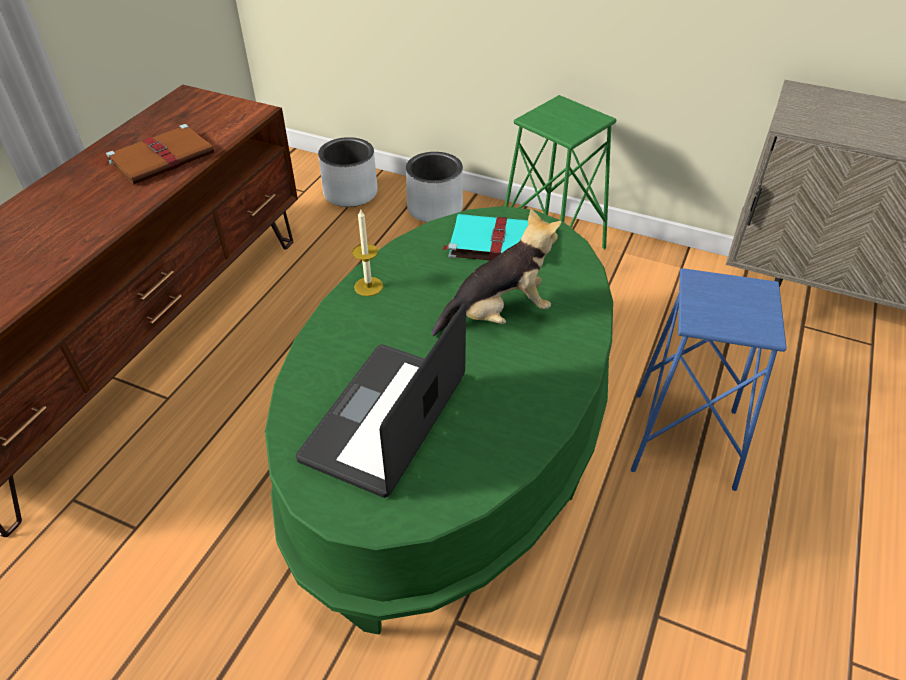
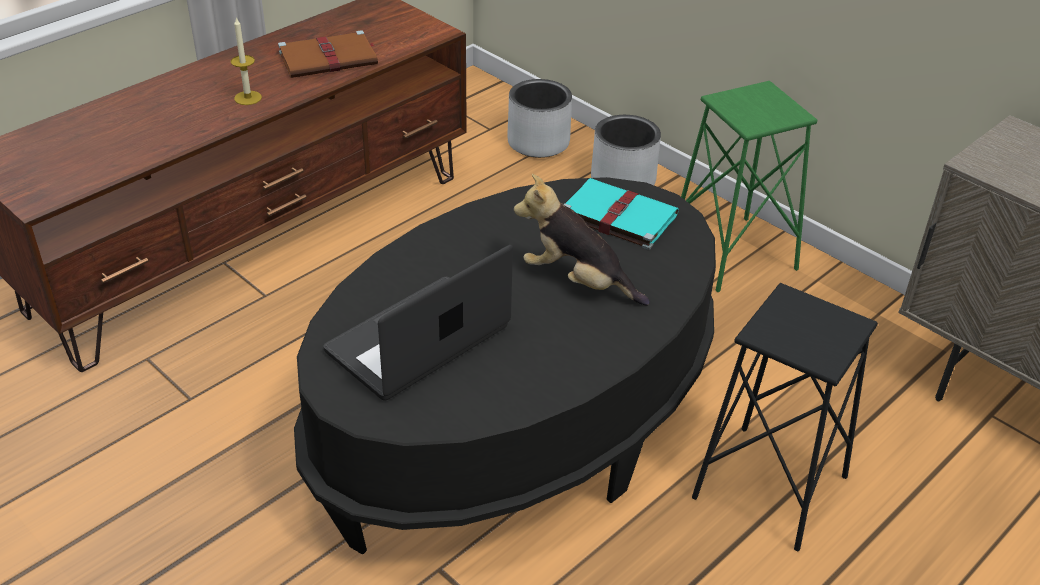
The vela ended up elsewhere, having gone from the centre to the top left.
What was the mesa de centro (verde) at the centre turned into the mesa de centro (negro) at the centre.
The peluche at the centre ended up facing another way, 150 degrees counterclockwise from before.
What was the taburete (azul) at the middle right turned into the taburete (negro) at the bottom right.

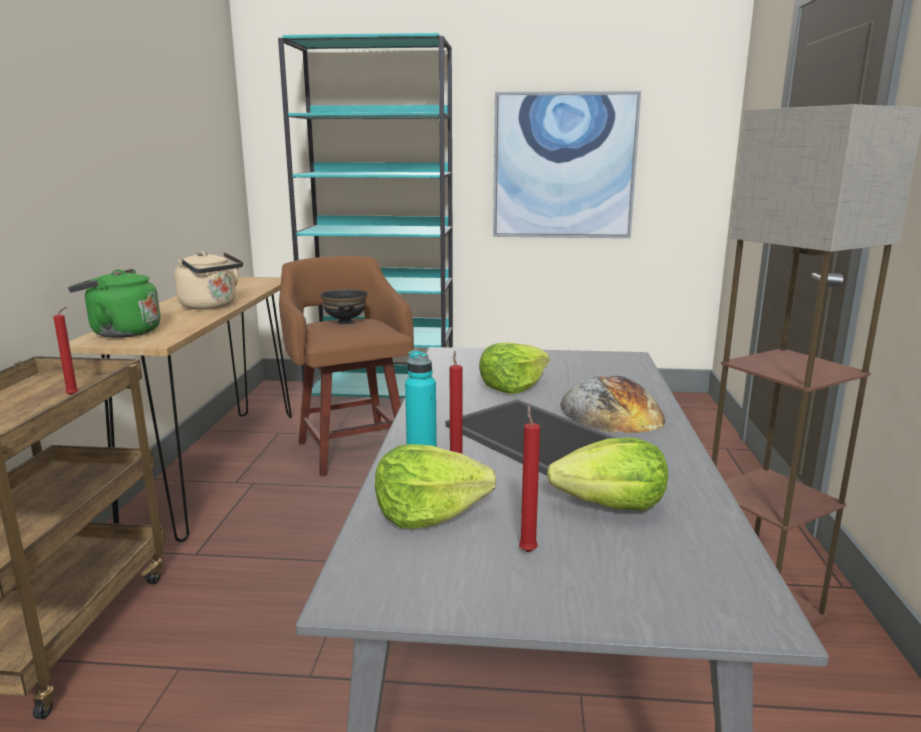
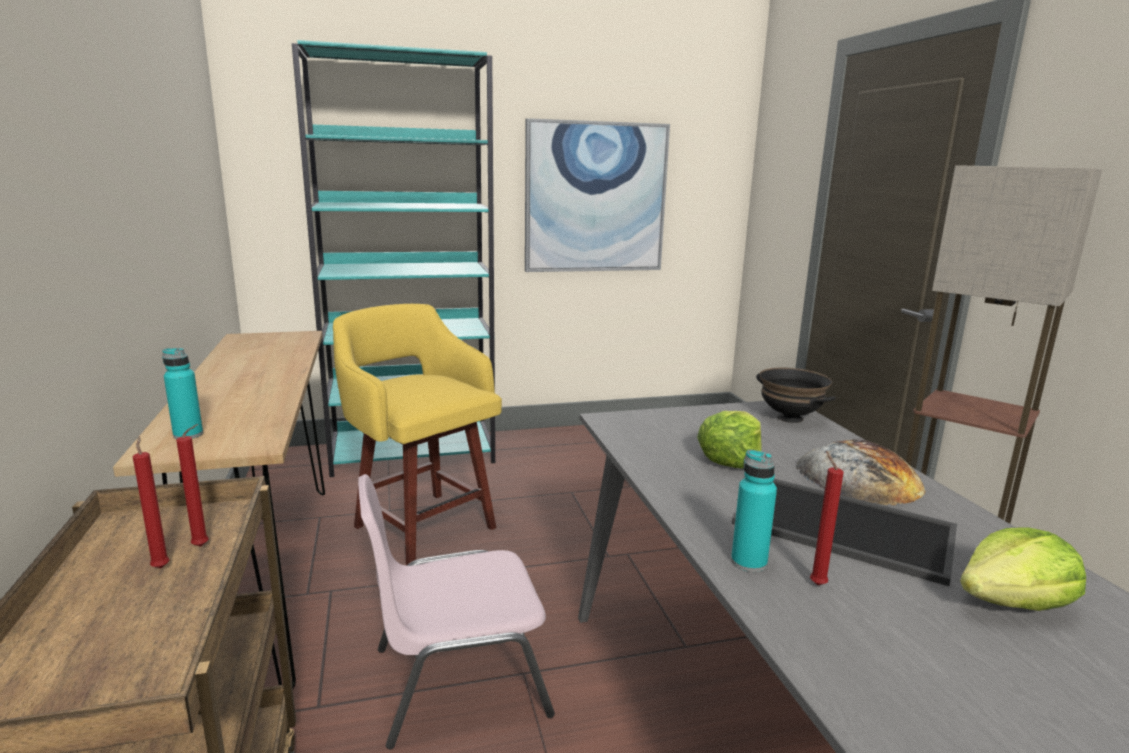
The vela (rojo) (no. 3 from left in the first image) ended up elsewhere, having gone from the centre to the bottom left.
Where the hervidor (verde) stood at the middle left, the botella (turquesa) (no. 1 from left) came to stand at the middle left.
What was the taburete (marrón) at the centre turned into the taburete (amarillo) at the centre.
The second view gained the silla (rosa) at the bottom centre.
The cuenco (negro) ended up elsewhere, having gone from the centre to the middle right.
The second view lost the hervidor (beis) at the middle left.
The second view lost the lechuga (no. 1 from left) at the centre.

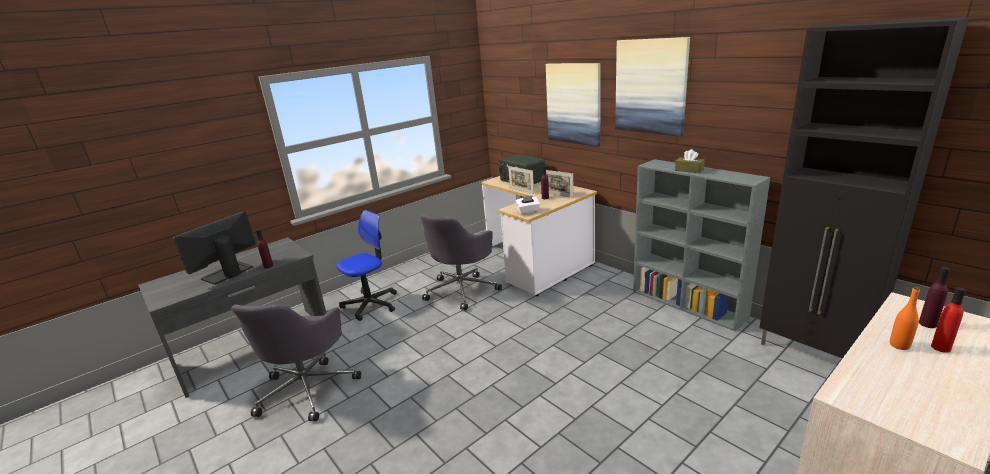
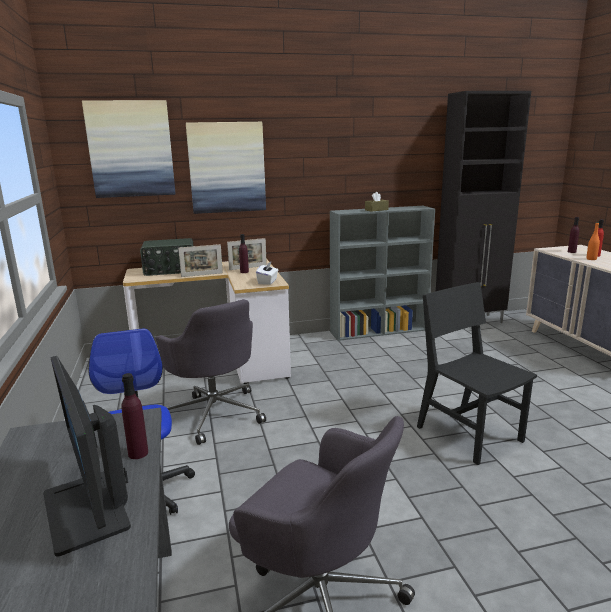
The cuadro (no. 2 from left in the first image) ended up elsewhere, having gone from the top centre to the top left.
The second view gained the silla (negro) at the middle right.

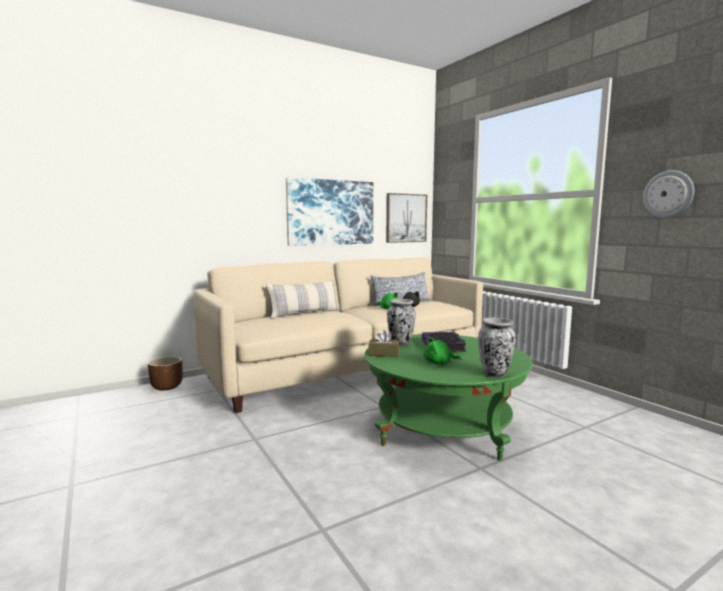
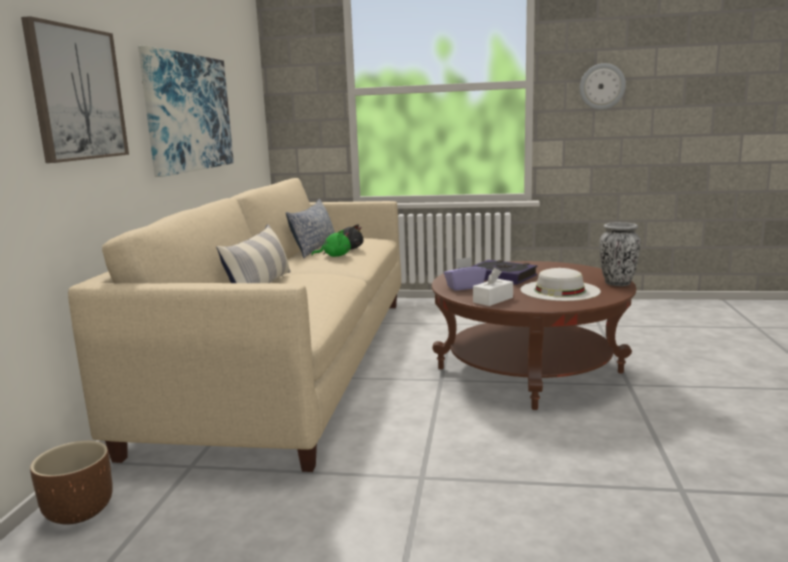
The cuadro (no. 2 from left in the first image) ended up elsewhere, having gone from the centre to the top left.
What was the mesa de centro (verde) at the bottom centre turned into the mesa de centro (marrón) at the middle right.
Where the florero (no. 1 from left) stood at the centre, the caja de pañuelos (morado) came to stand at the centre.
What was the caja de pañuelos (marrón) at the centre turned into the caja de pañuelos (blanco) at the centre.
Where the peluche (verde) (no. 2 from left) stood at the centre, the sombrero (blanco) came to stand at the middle right.

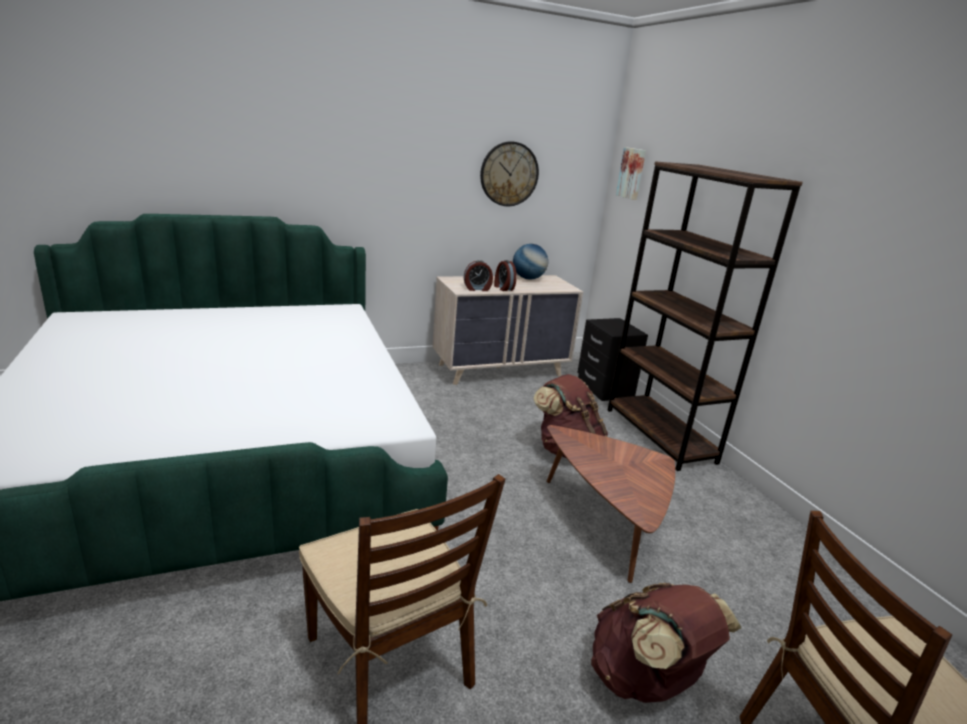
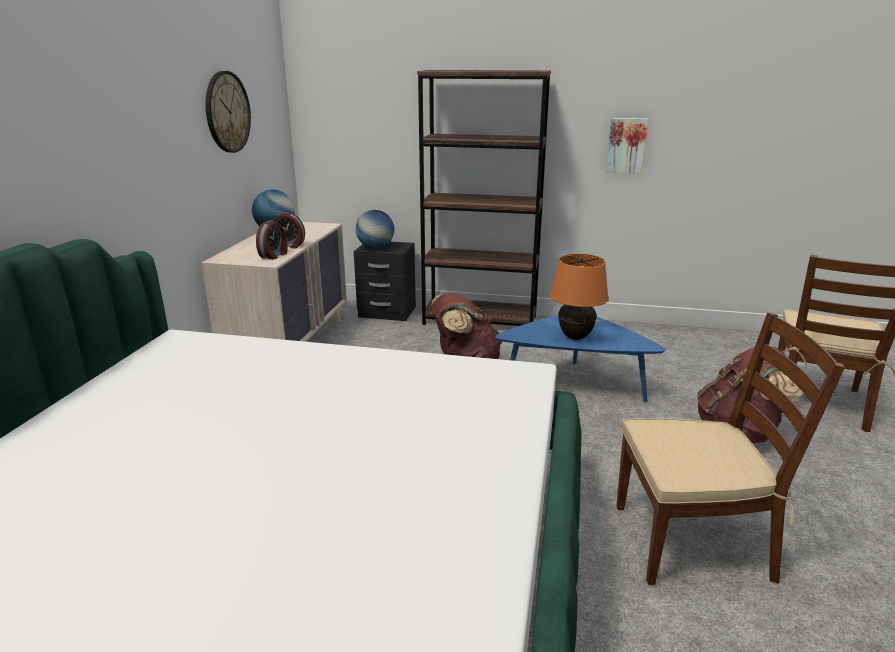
The second view gained the globo terráqueo (no. 2 from left) at the centre.
What was the mesa de centro (marrón) at the bottom centre turned into the mesa de centro (azul) at the centre.
The second view gained the lámpara de mesa (naranja) at the centre.
The cuadro ended up elsewhere, having gone from the top centre to the top right.

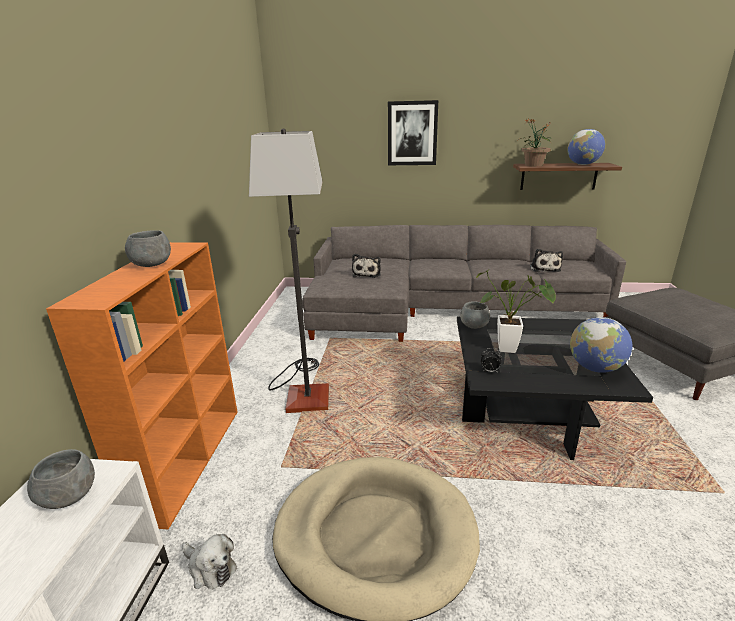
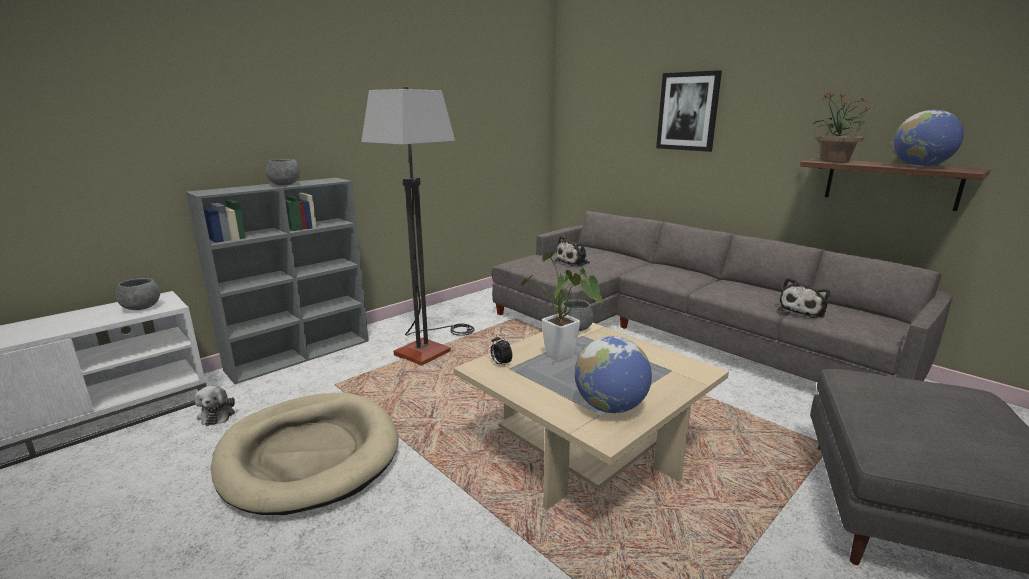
What was the estantería (naranja) at the middle left turned into the estantería (gris) at the middle left.
What was the mesa de centro (negro) at the middle right turned into the mesa de centro (beis) at the bottom centre.

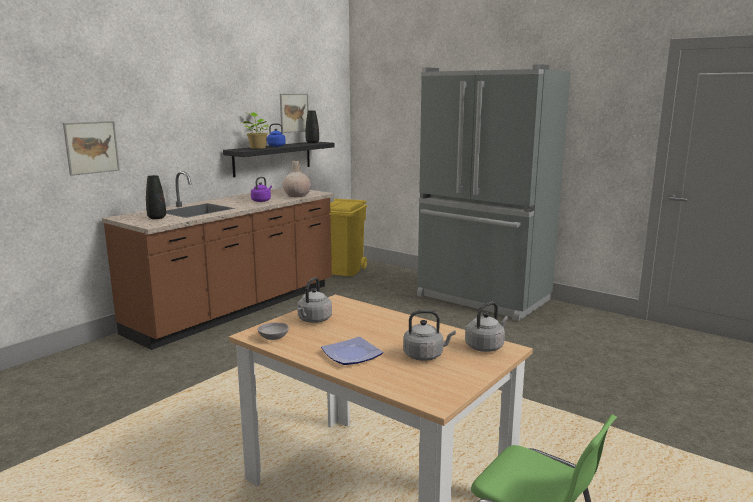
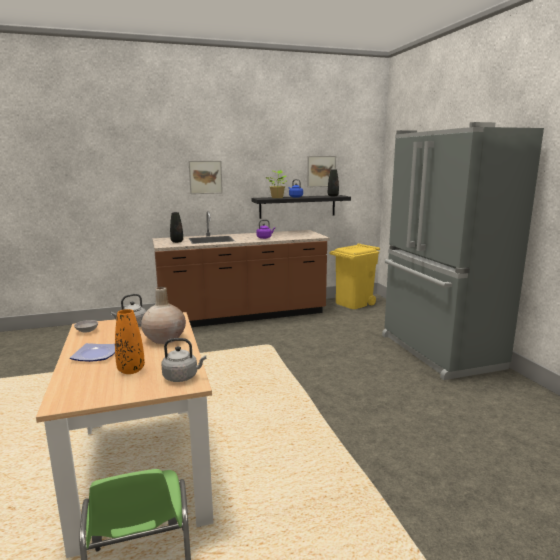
Where the hervidor (gris) (no. 2 from left) stood at the bottom centre, the florero (naranja) came to stand at the middle left.
The florero (beis) ended up elsewhere, having gone from the centre to the middle left.
The cuadro (no. 1 from left) ended up elsewhere, having gone from the top left to the top centre.

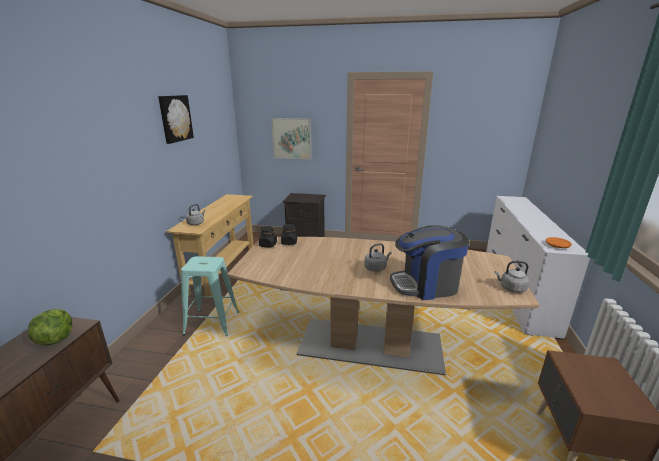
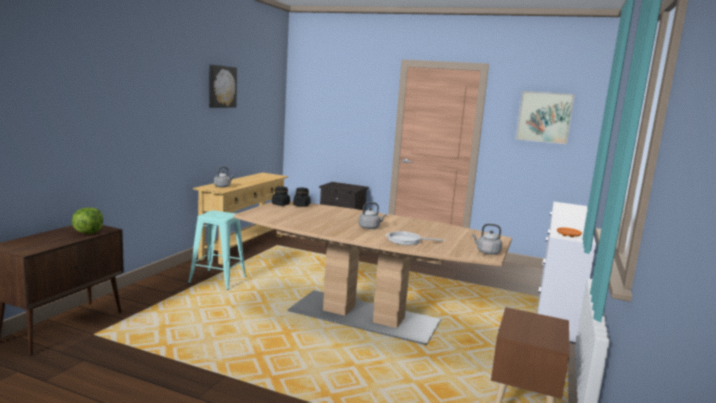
Where the cafetera stood at the centre, the sartén came to stand at the centre.
The cuadro (no. 2 from left) ended up elsewhere, having gone from the top centre to the top right.

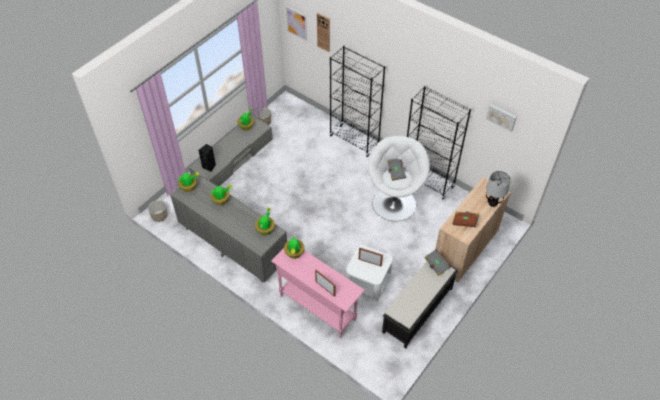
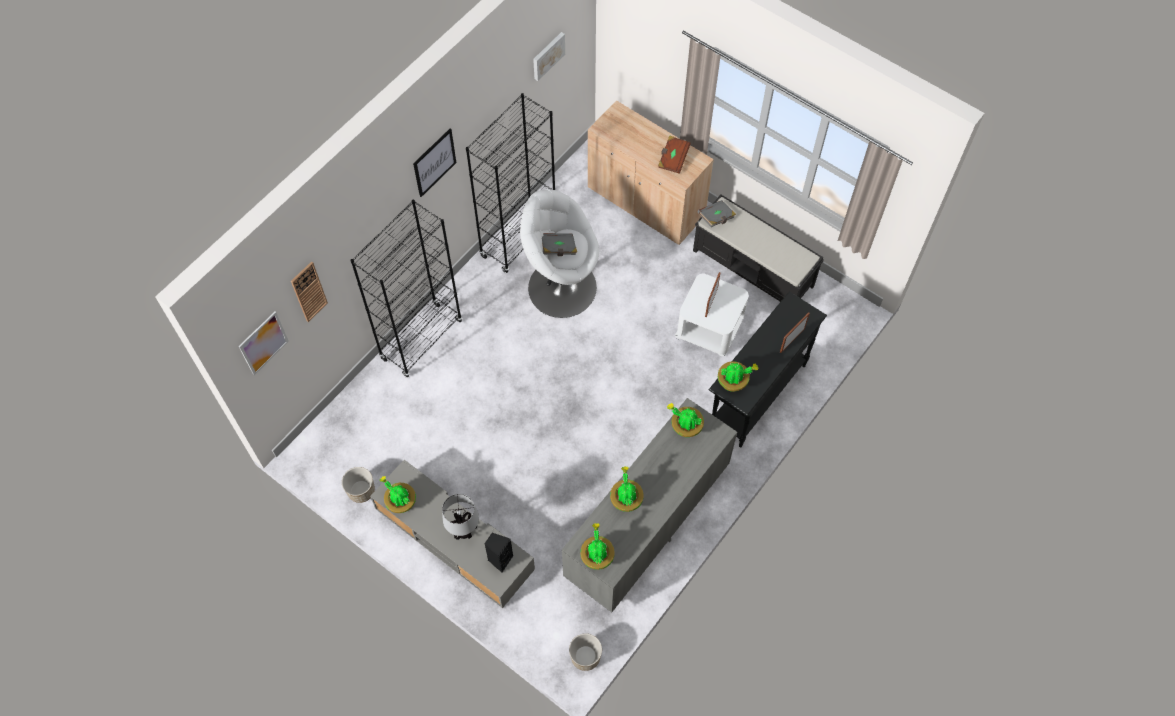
The second view gained the cuadro (no. 2 from left) at the top centre.
The lámpara de mesa ended up elsewhere, having gone from the middle right to the bottom centre.
What was the mesa consola (rosa) at the bottom centre turned into the mesa consola (negro) at the centre.

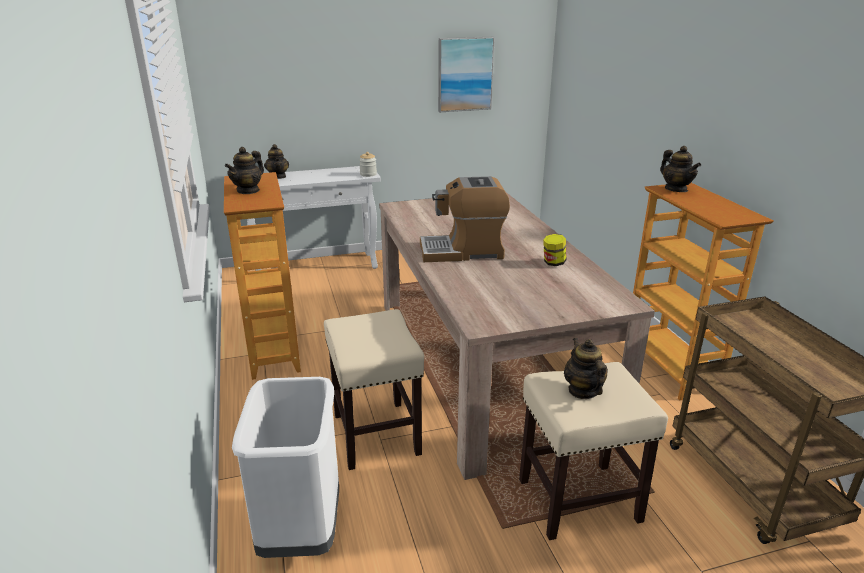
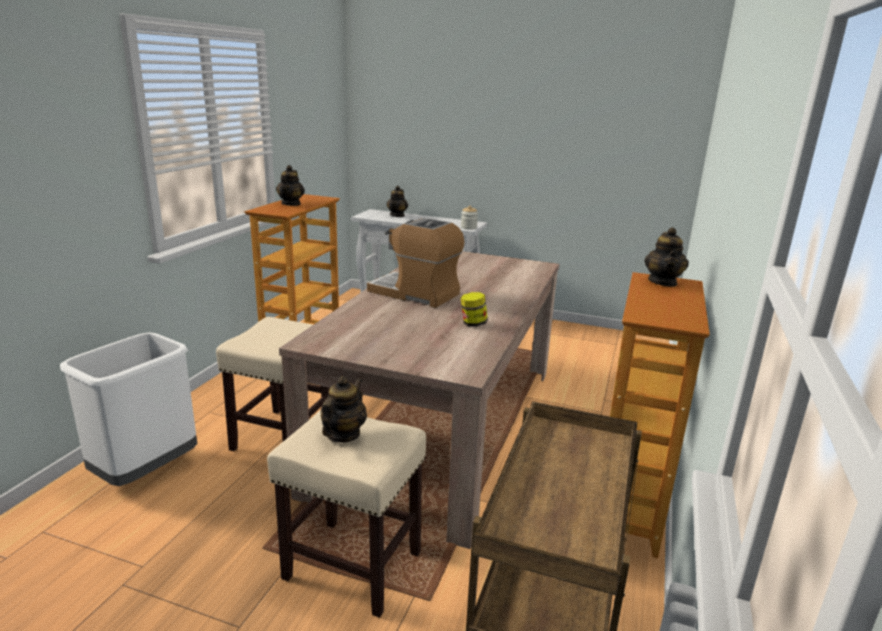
The tetera (no. 1 from left) at the top left ended up facing another way, 60 degrees counterclockwise from before.
The second view lost the cuadro at the top centre.

